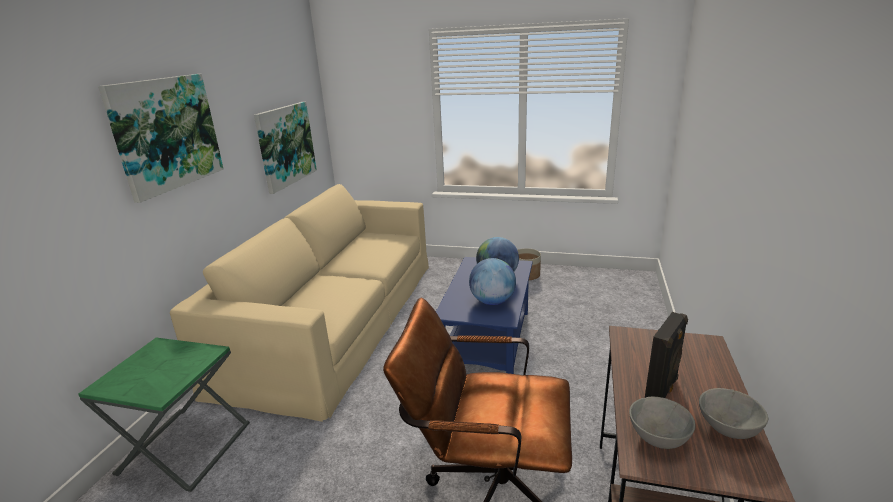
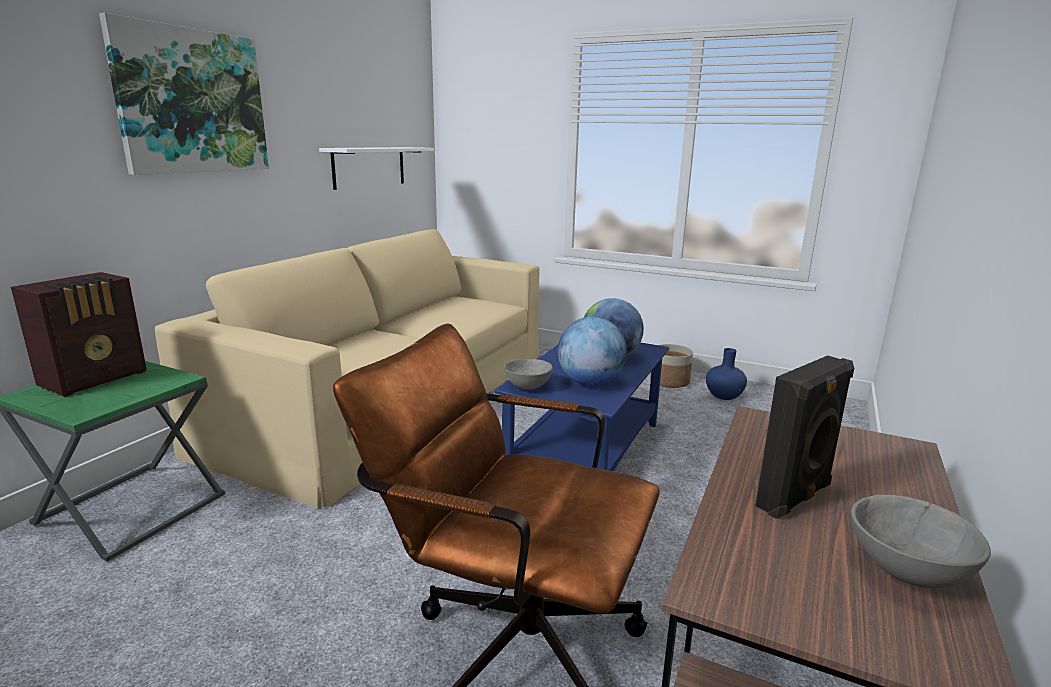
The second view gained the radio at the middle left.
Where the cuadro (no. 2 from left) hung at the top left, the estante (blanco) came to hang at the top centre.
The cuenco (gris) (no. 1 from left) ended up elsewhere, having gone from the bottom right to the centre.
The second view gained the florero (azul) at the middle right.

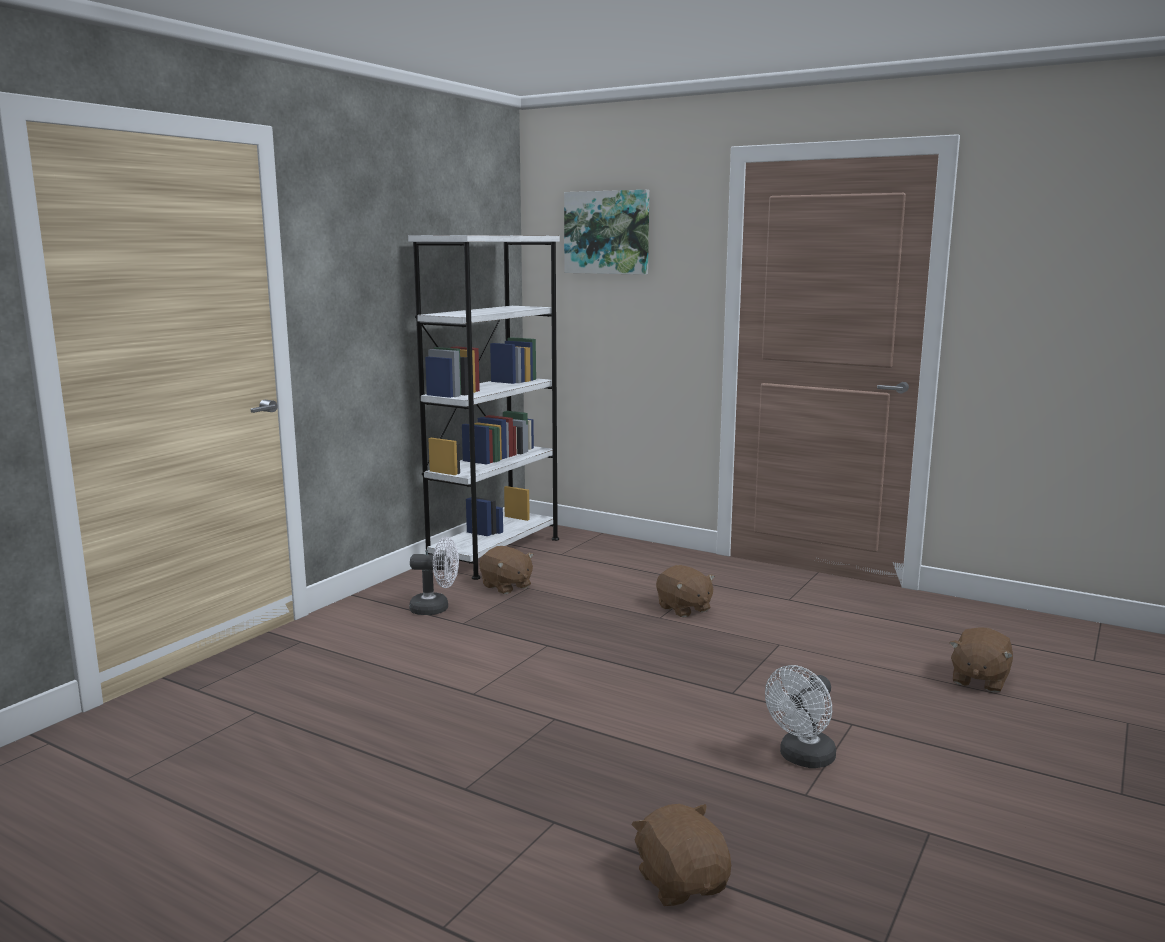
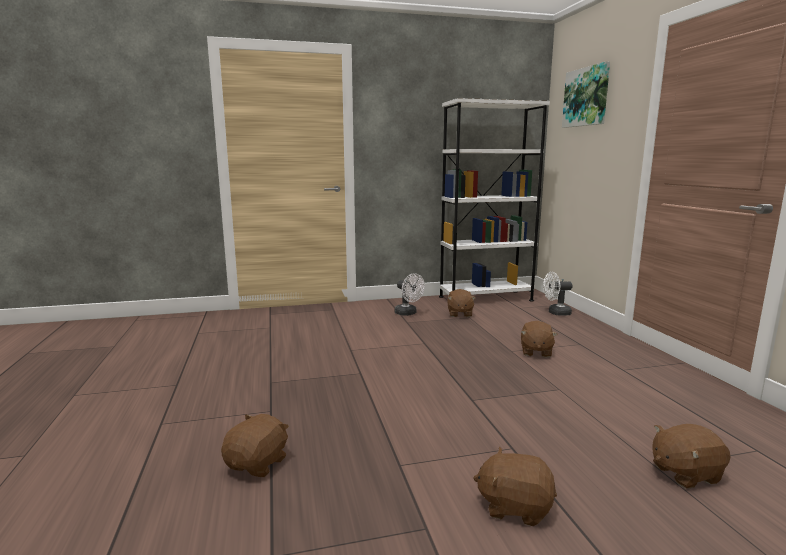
The second view gained the peluche (marrón) (no. 3 from left) at the bottom centre.
The ventilador (blanco) (no. 2 from left) ended up elsewhere, having gone from the bottom right to the middle right.

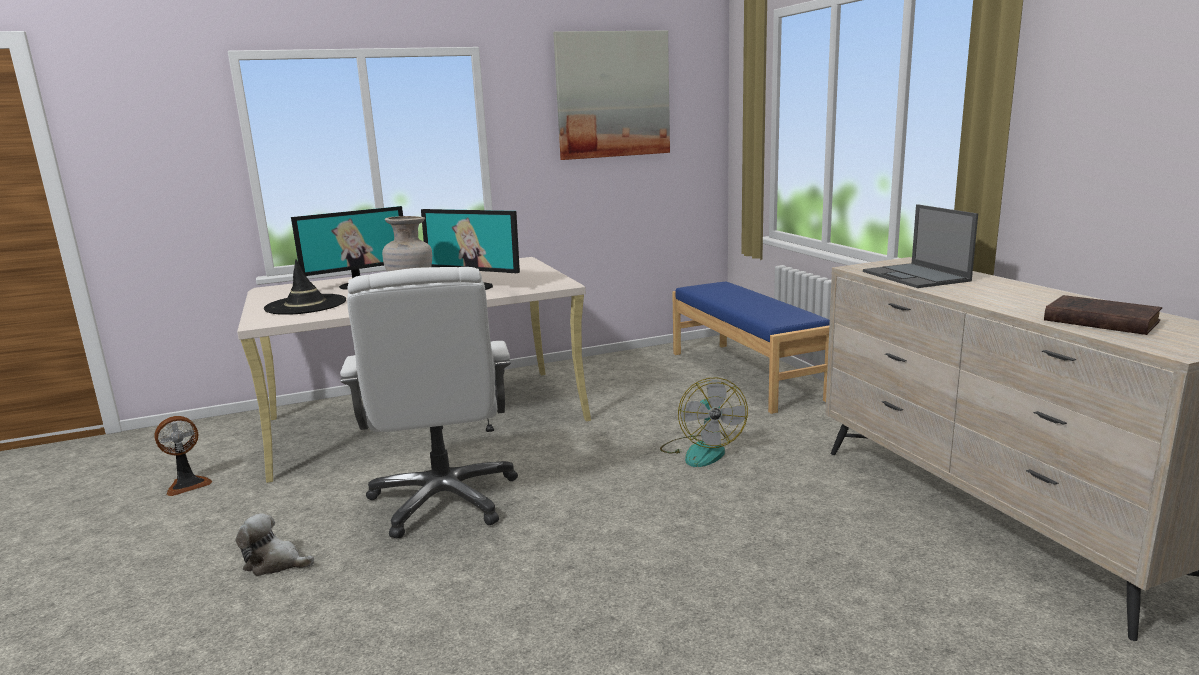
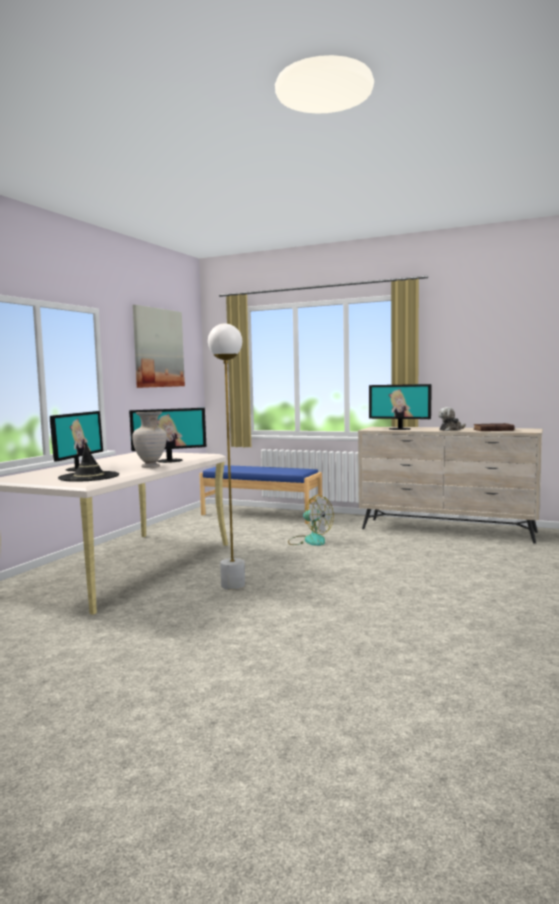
Where the silla de oficina (blanco) stood at the centre, the lámpara de pie (blanco) came to stand at the centre.
Where the portátil stood at the middle right, the monitor (no. 3 from left) came to stand at the middle right.
The peluche ended up elsewhere, having gone from the bottom left to the middle right.
The second view lost the ventilador (no. 1 from left) at the bottom left.

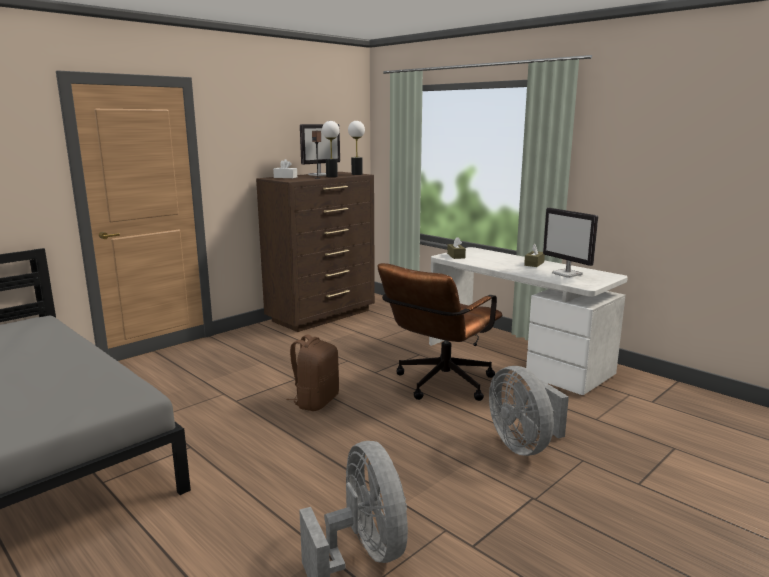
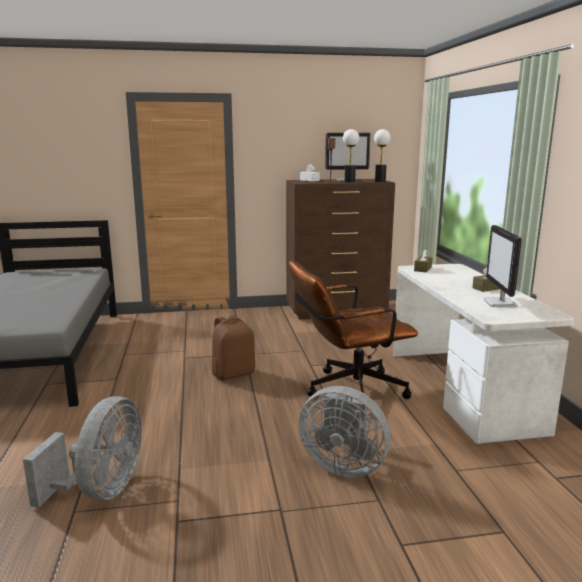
The ventilador (gris) (no. 2 from left) at the bottom right ended up facing another way, 75 degrees counterclockwise from before.

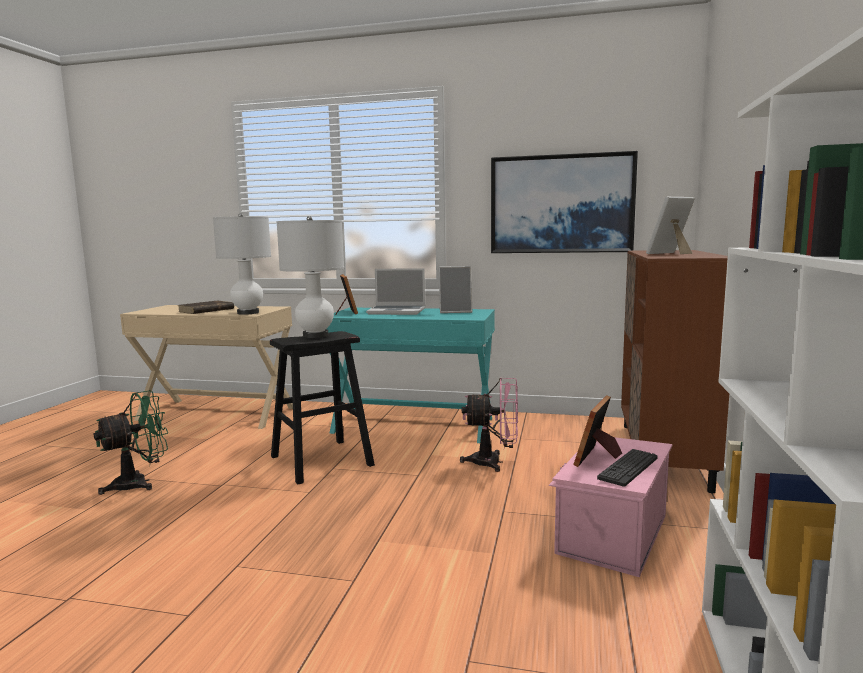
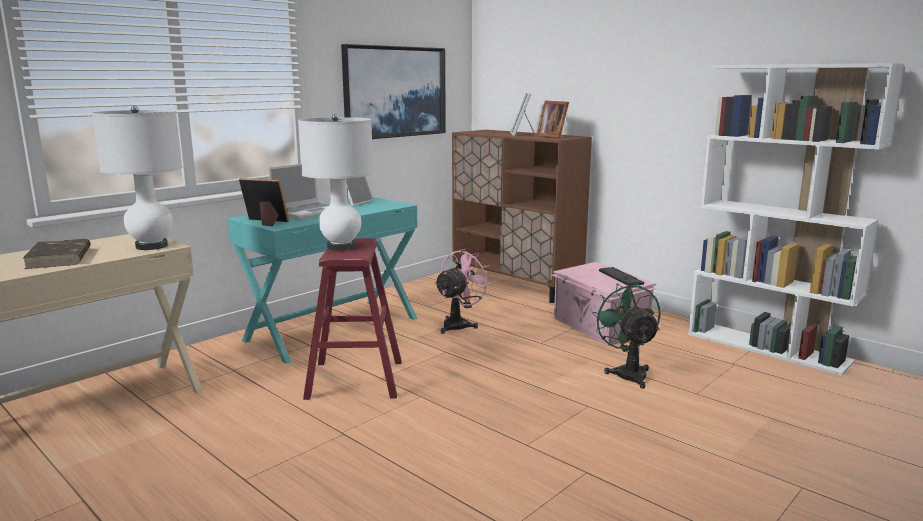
What was the taburete (negro) at the centre turned into the taburete (rojo) at the centre.
The portarretratos (no. 3 from left in the first image) ended up elsewhere, having gone from the middle right to the top centre.
The ventilador (verde) ended up elsewhere, having gone from the middle left to the middle right.

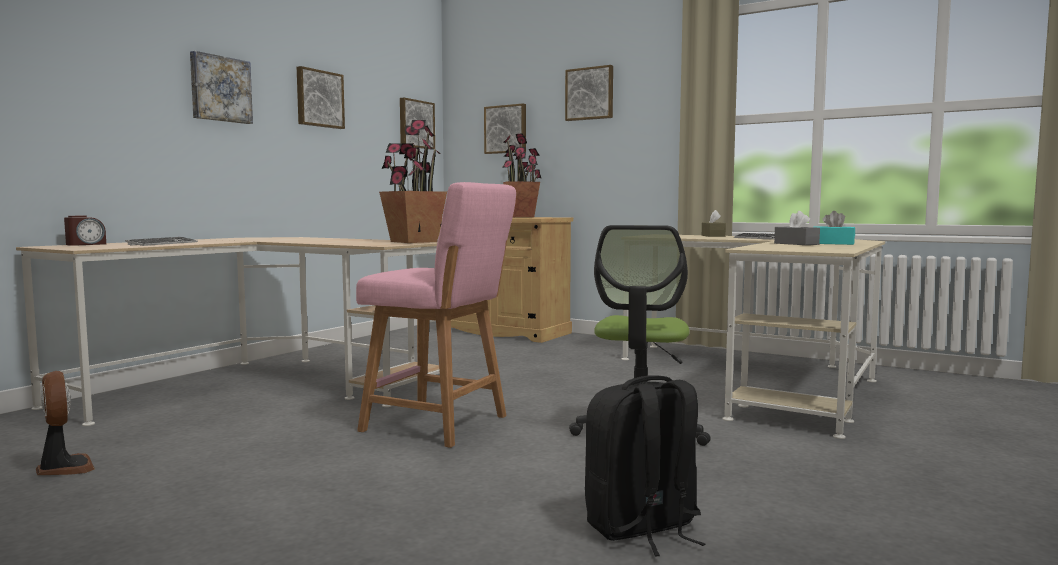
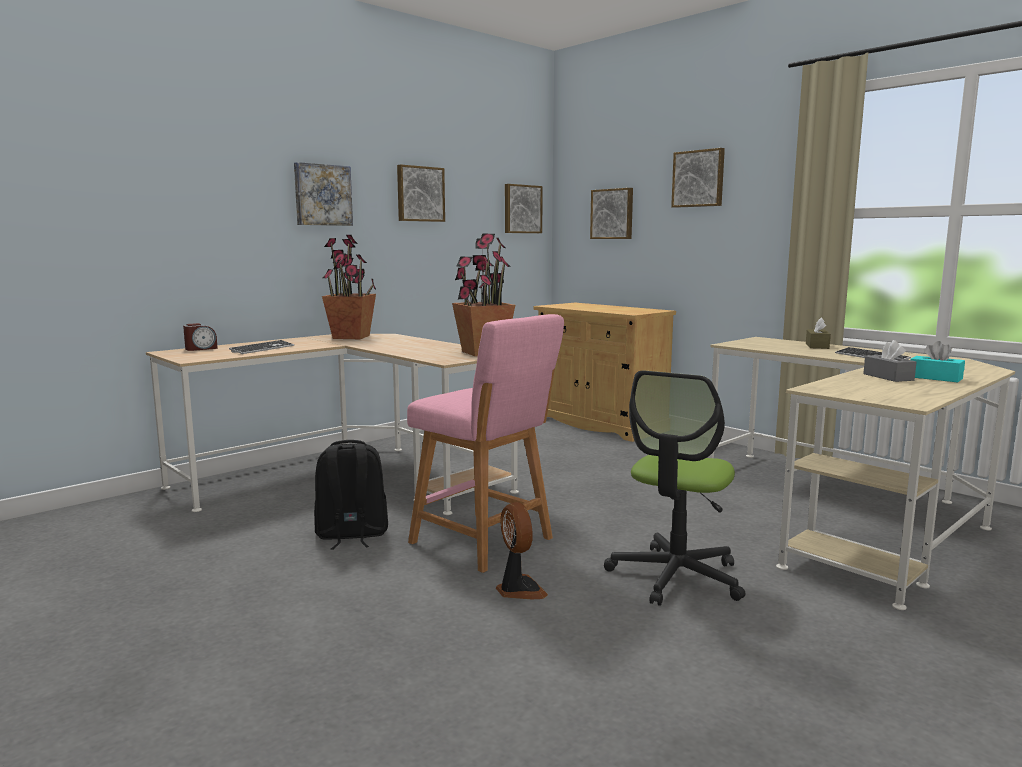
The mochila (negro) ended up elsewhere, having gone from the bottom centre to the centre.
The planta en maceta (no. 2 from left in the first image) ended up elsewhere, having gone from the top centre to the centre.
The ventilador ended up elsewhere, having gone from the bottom left to the bottom centre.

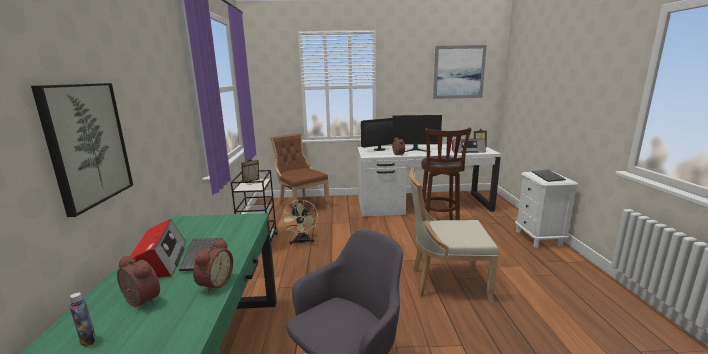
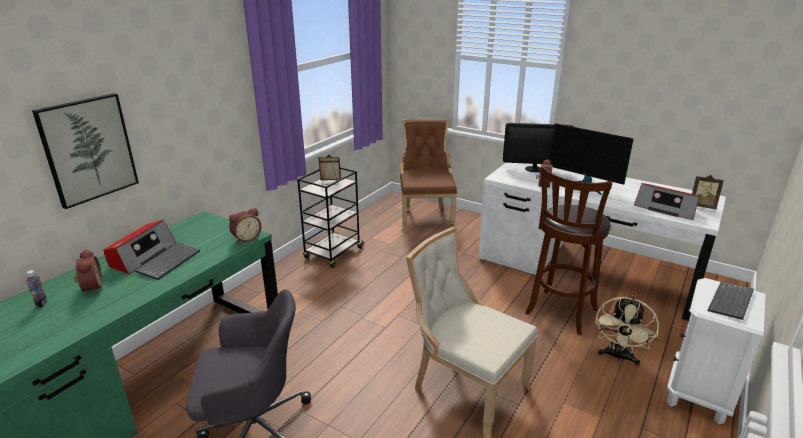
The despertador (no. 2 from left) ended up elsewhere, having gone from the bottom left to the middle left.
The ventilador (beis) ended up elsewhere, having gone from the centre to the bottom right.
The second view lost the cuadro (no. 2 from left) at the top centre.

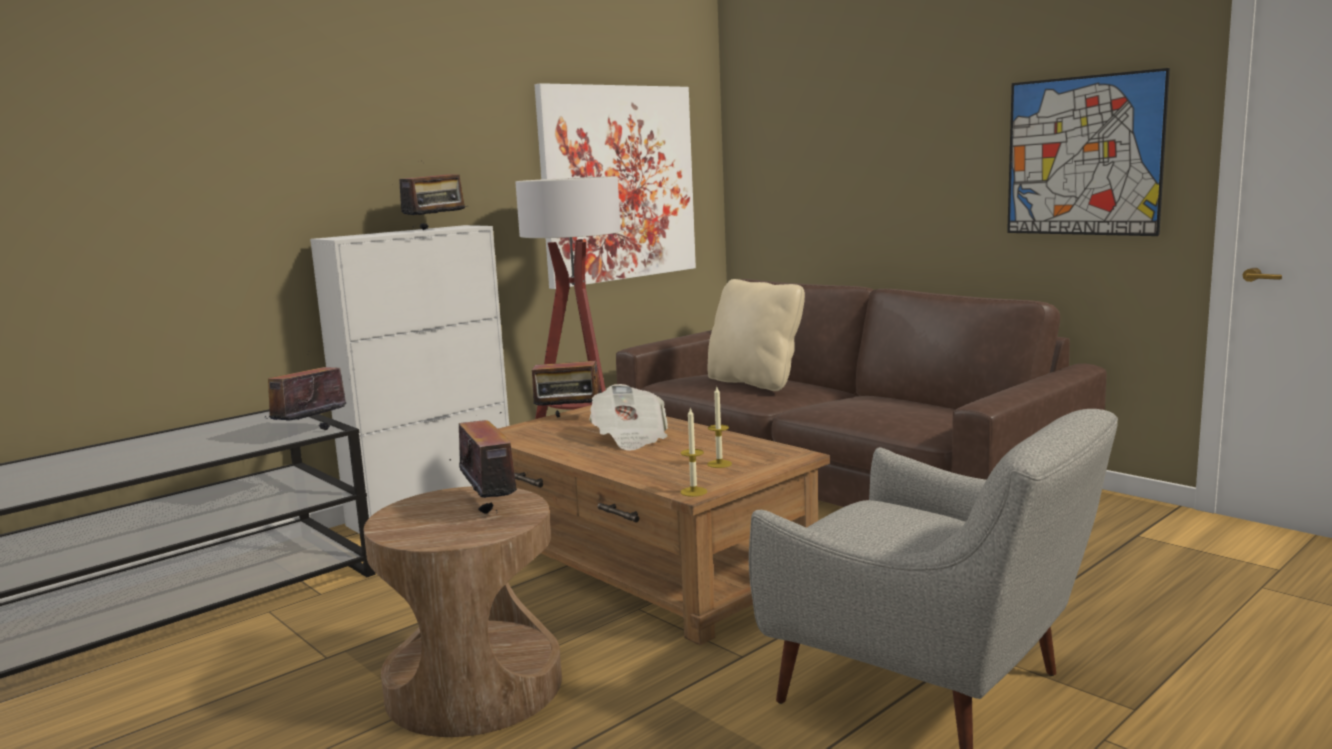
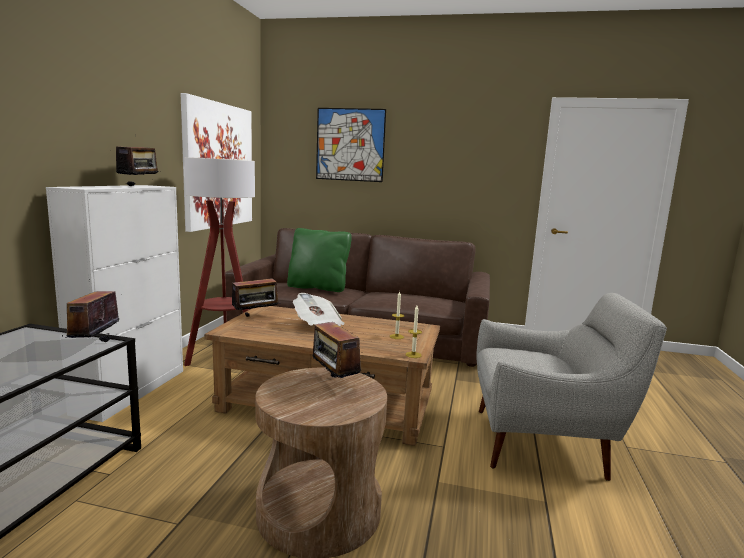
What was the cojín (beis) at the centre turned into the cojín (verde) at the centre.
The radio (no. 3 from left in the first image) at the centre ended up facing another way, 150 degrees counterclockwise from before.
The cuadro (no. 2 from left) ended up elsewhere, having gone from the top right to the top centre.

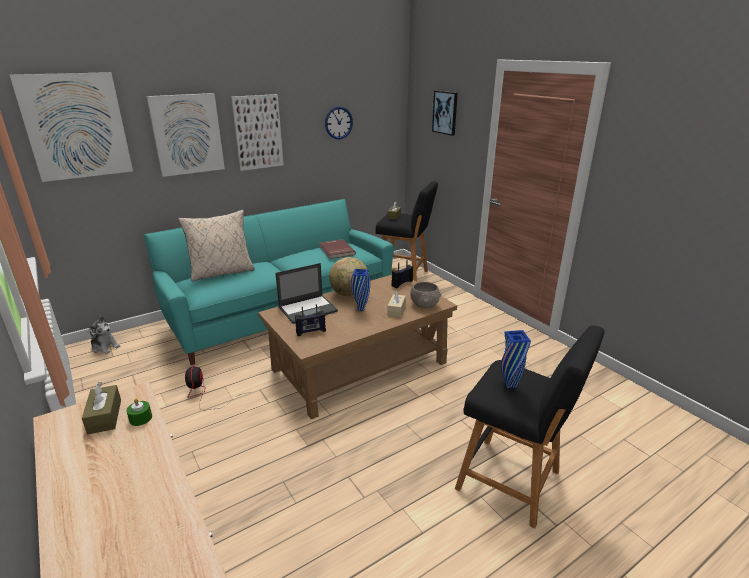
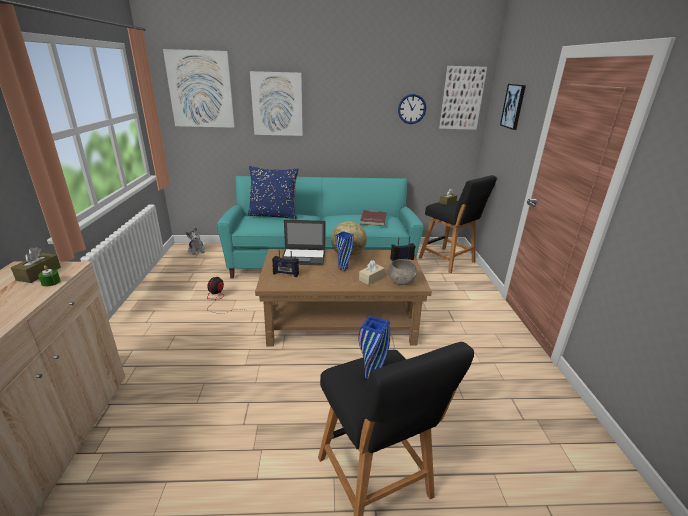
What was the cojín (beis) at the middle left turned into the cojín (azul) at the centre.
The cuadro (no. 3 from left) ended up elsewhere, having gone from the top centre to the top right.

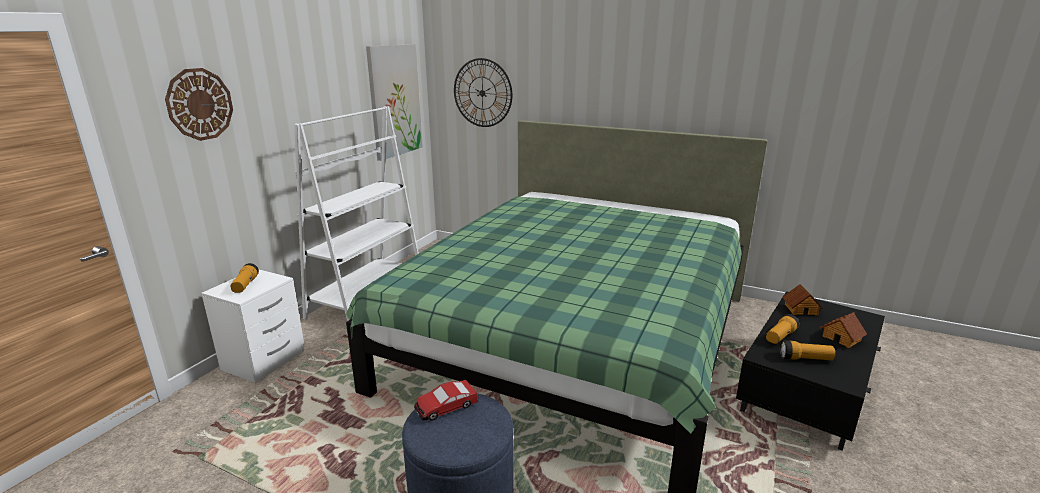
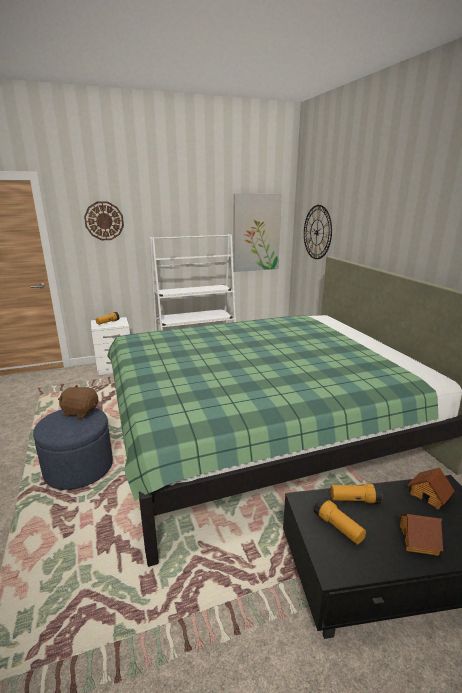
Where the coche de juguete stood at the bottom centre, the peluche (marrón) came to stand at the middle left.

